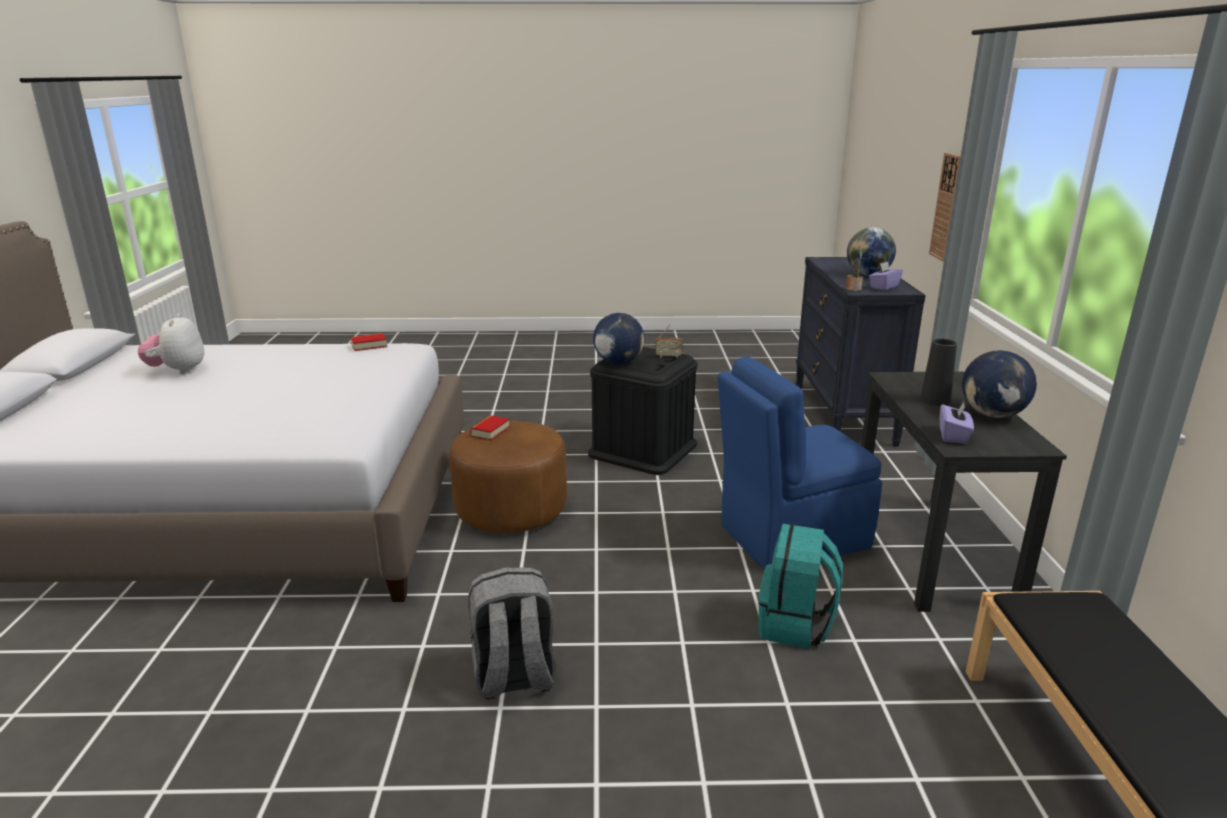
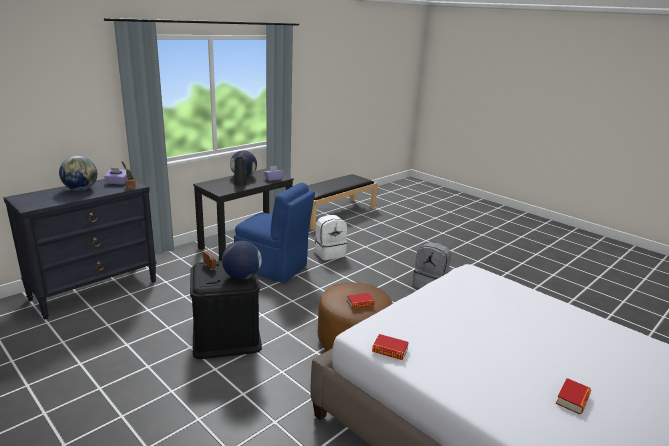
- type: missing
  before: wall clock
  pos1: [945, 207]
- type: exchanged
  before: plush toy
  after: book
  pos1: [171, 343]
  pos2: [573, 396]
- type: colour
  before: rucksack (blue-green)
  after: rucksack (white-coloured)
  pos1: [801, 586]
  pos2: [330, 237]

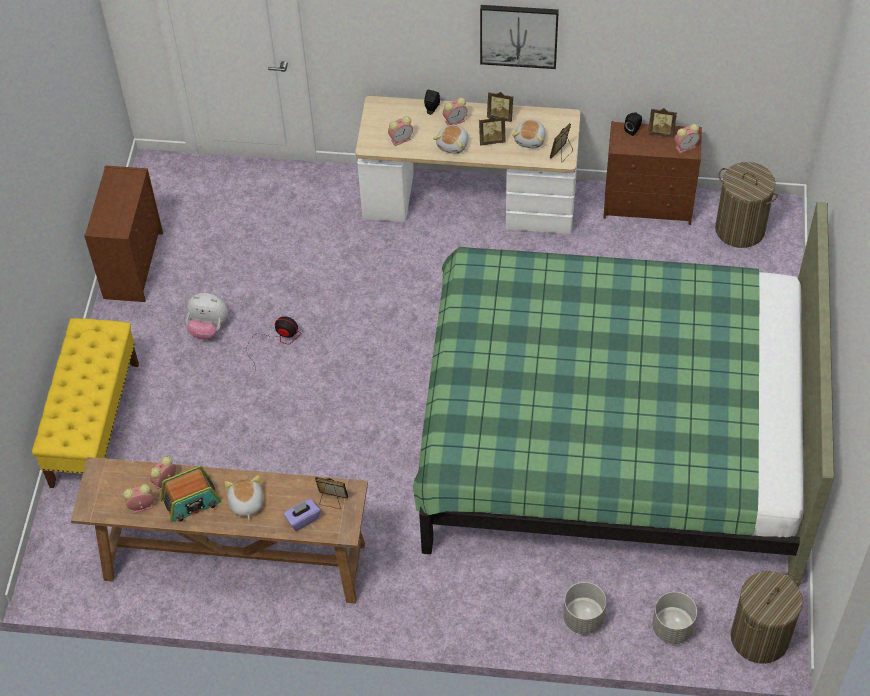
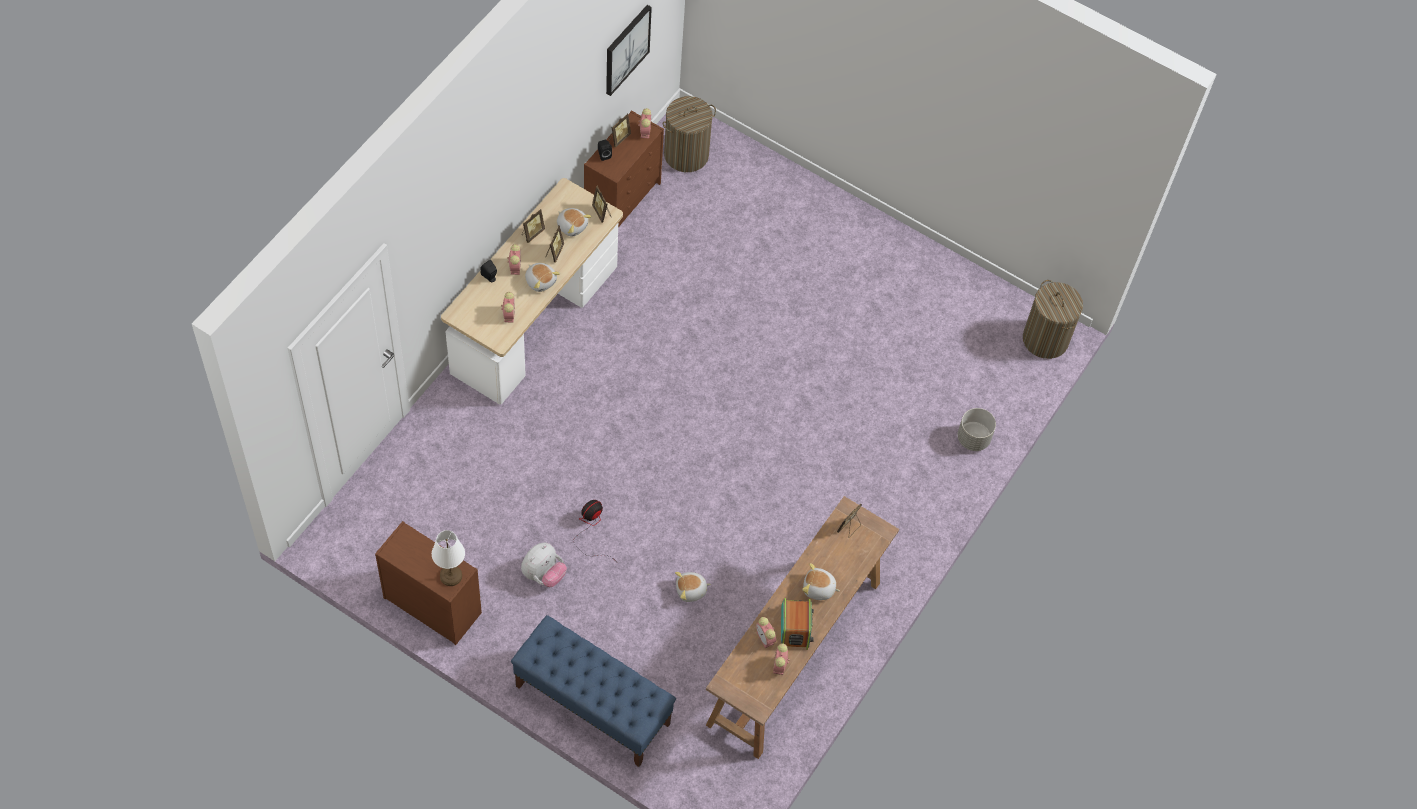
- type: relocated
  before: picture
  pos1: [519, 37]
  pos2: [629, 50]
- type: missing
  before: bed (greenish)
  pos1: [623, 394]
- type: colour
  before: long seat (yellowish)
  after: long seat (blue)
  pos1: [85, 403]
  pos2: [593, 691]
- type: missing
  before: tissue holder (purple)
  pos1: [301, 515]
- type: missing
  before: flower pot (greyish)
  pos1: [674, 618]
- type: appeared
  after: tabletop lamp (white-coloured)
  pos2: [448, 558]
- type: appeared
  after: plush toy
  pos2: [693, 587]

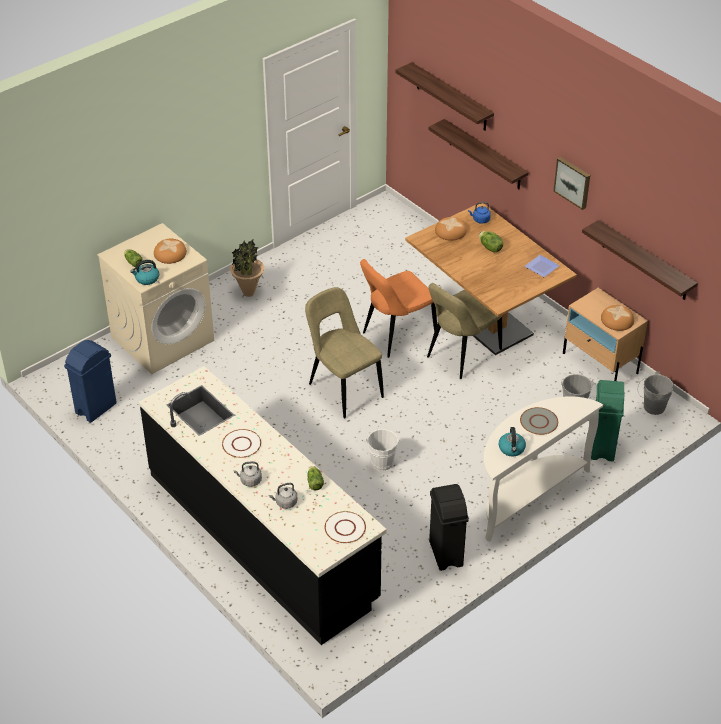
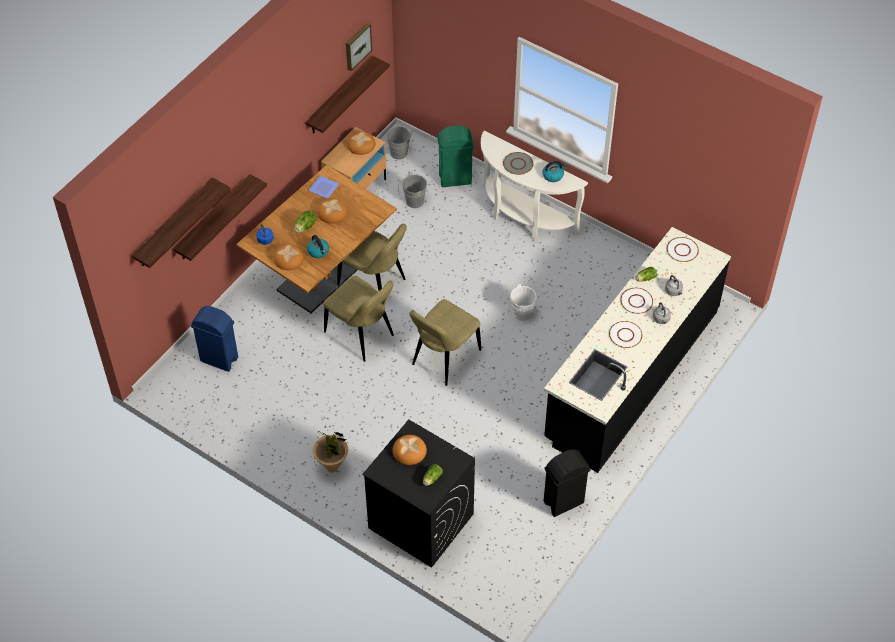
- type: relocated
  before: picture
  pos1: [571, 183]
  pos2: [359, 47]
- type: colour
  before: laundry machine (sand-coloured)
  after: laundry machine (black)
  pos1: [155, 298]
  pos2: [418, 494]
- type: colour
  before: chair (orange)
  after: chair (sand-coloured)
  pos1: [398, 308]
  pos2: [358, 319]
- type: relocated
  before: water kettle
  pos1: [144, 272]
  pos2: [318, 246]
- type: relocated
  before: trash can (blue)
  pos1: [90, 381]
  pos2: [214, 339]
- type: relocated
  before: trash can (black)
  pos1: [449, 527]
  pos2: [567, 483]
- type: appeared
  after: baked bread
  pos2: [332, 211]
- type: appeared
  after: dinner plate (white-coloured)
  pos2: [636, 301]

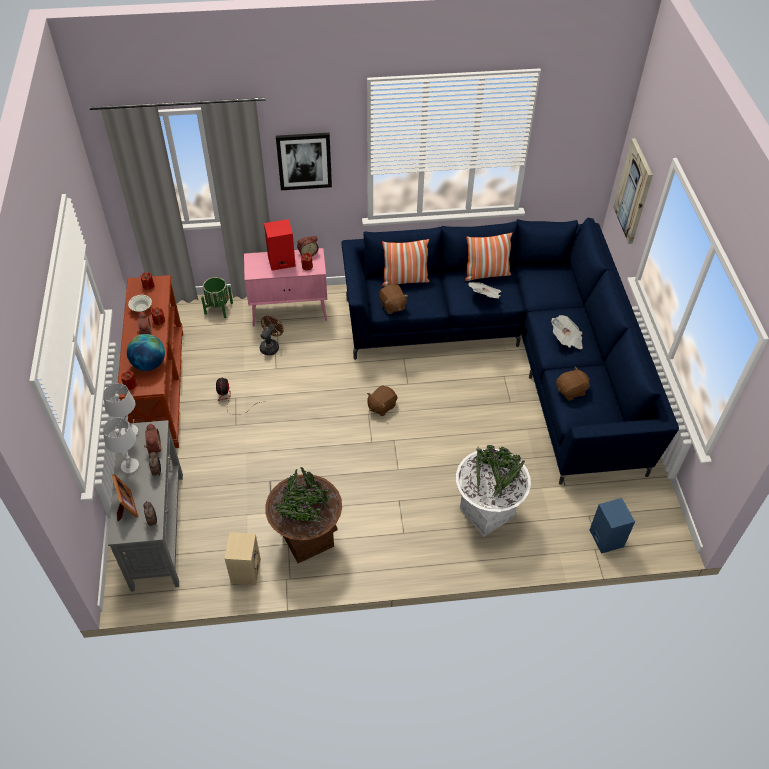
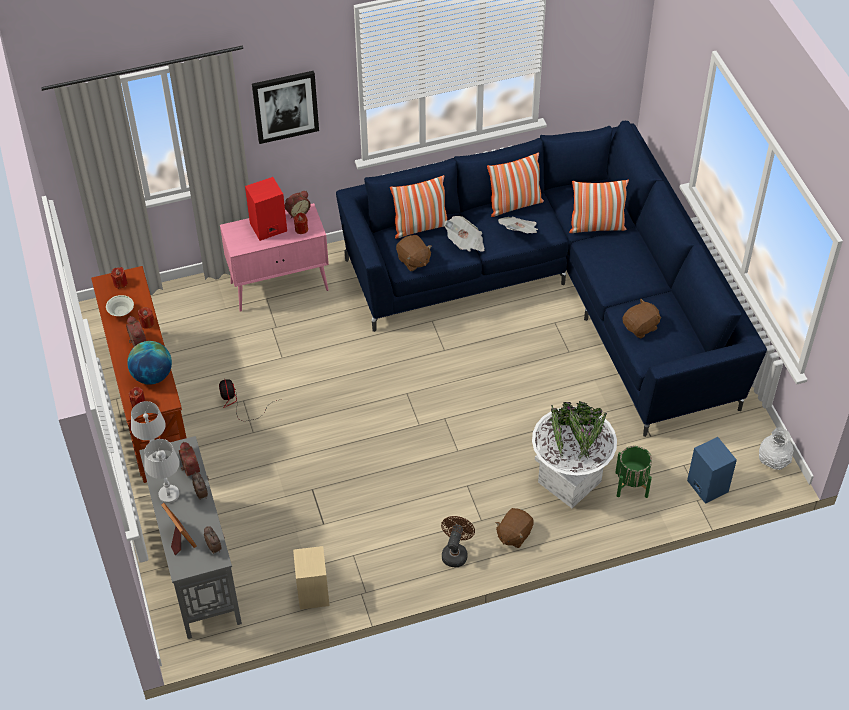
- type: missing
  before: picture
  pos1: [633, 191]
- type: relocated
  before: flower pot (greenish)
  pos1: [217, 297]
  pos2: [633, 472]
- type: relocated
  before: daily paper
  pos1: [567, 332]
  pos2: [464, 234]
- type: relocated
  before: fan (brown-coloured)
  pos1: [272, 335]
  pos2: [458, 542]
- type: relocated
  before: plush toy (brown-coloured)
  pos1: [382, 400]
  pos2: [514, 528]
- type: missing
  before: flower pot (brown-coloured)
  pos1: [303, 515]
- type: appeared
  after: pillow
  pos2: [599, 206]
- type: appeared
  after: flower vase (white-coloured)
  pos2: [776, 448]

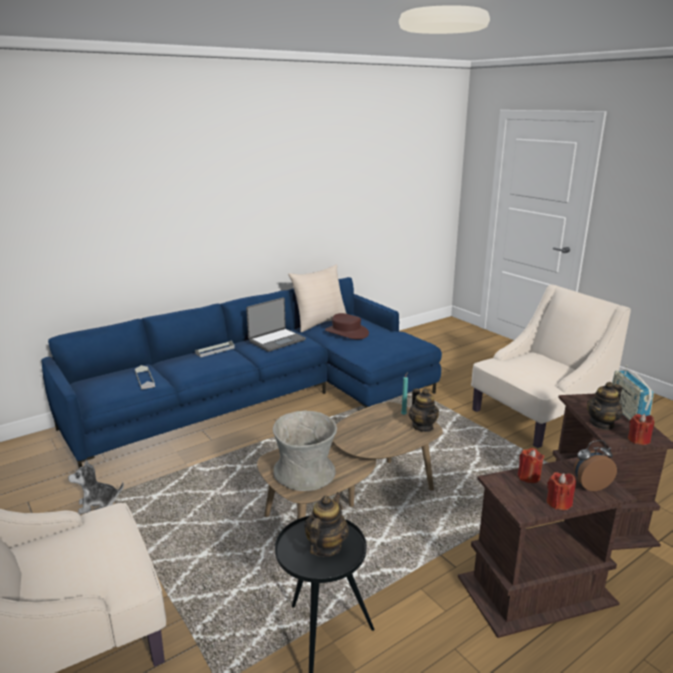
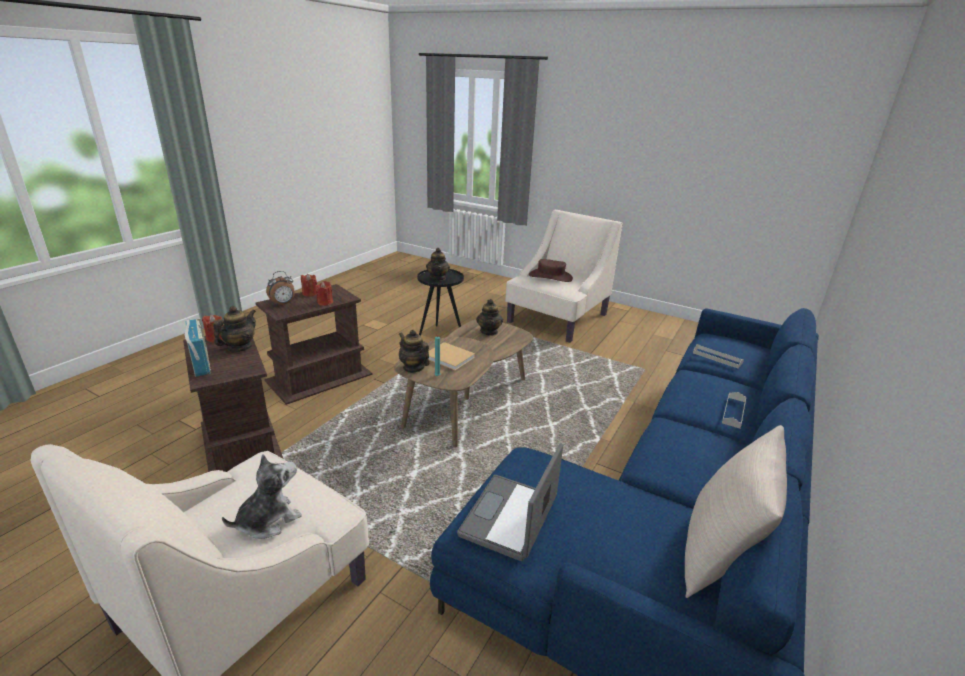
- type: relocated
  before: portable computer
  pos1: [276, 325]
  pos2: [510, 502]
- type: relocated
  before: wearable hat (brown-coloured)
  pos1: [347, 326]
  pos2: [551, 270]
- type: exchanged
  before: flower vase (greyish)
  after: tea pot
  pos1: [305, 450]
  pos2: [489, 317]
- type: relocated
  before: plush toy
  pos1: [96, 486]
  pos2: [262, 496]
- type: appeared
  after: book (sand-coloured)
  pos2: [451, 356]

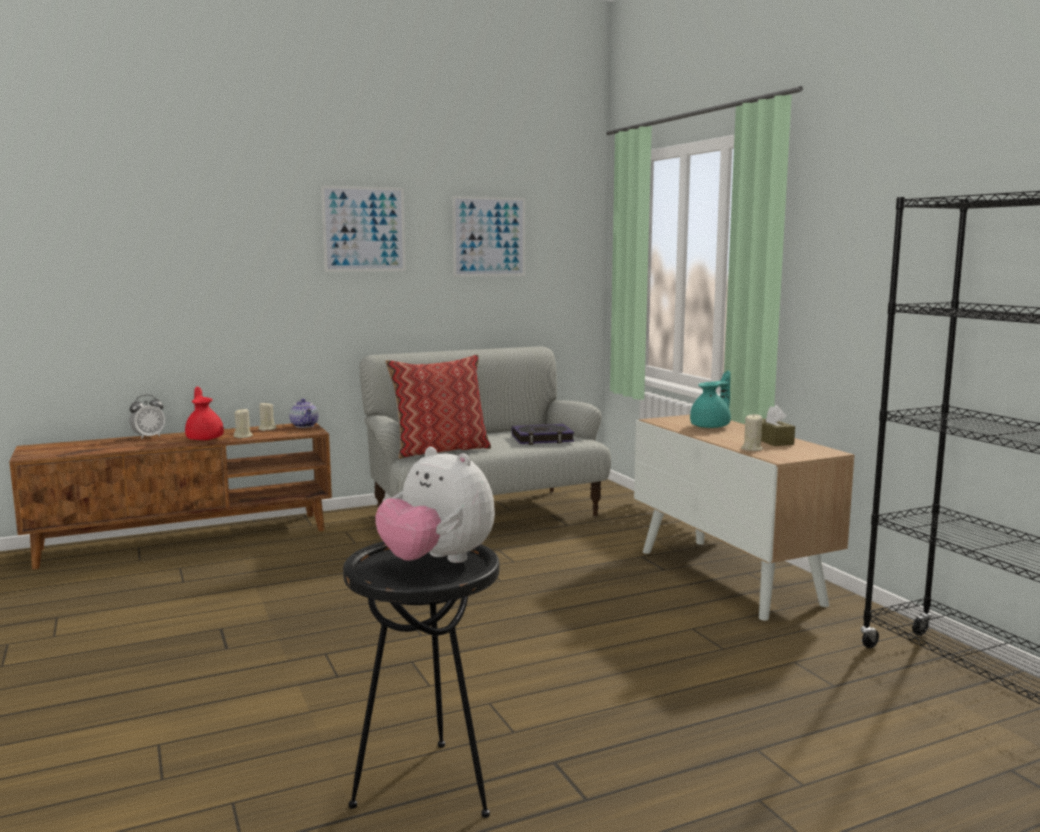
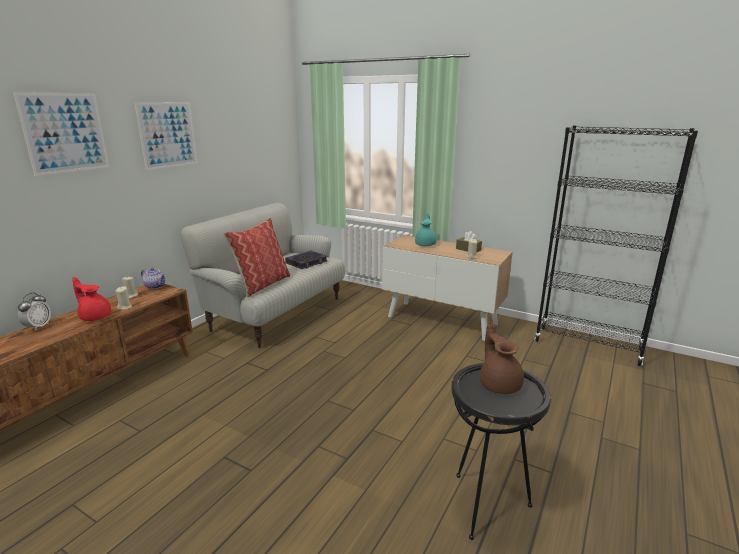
- type: relocated
  before: picture
  pos1: [488, 236]
  pos2: [61, 134]
- type: exchanged
  before: plush toy
  after: tea pot (brown-coloured)
  pos1: [435, 505]
  pos2: [502, 357]

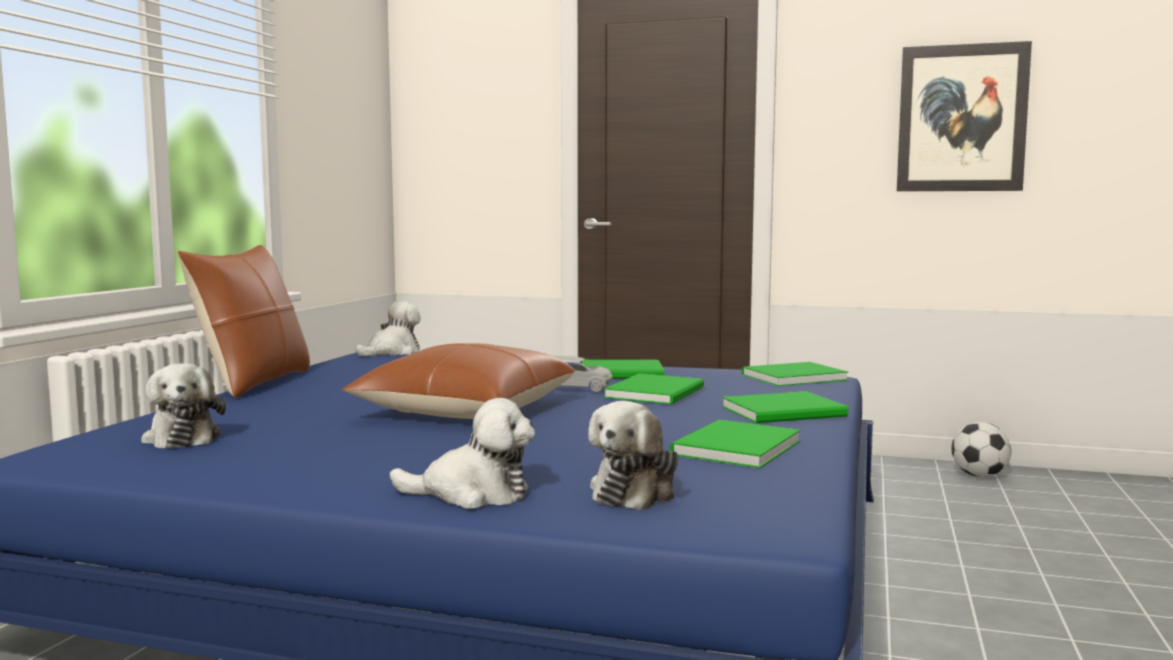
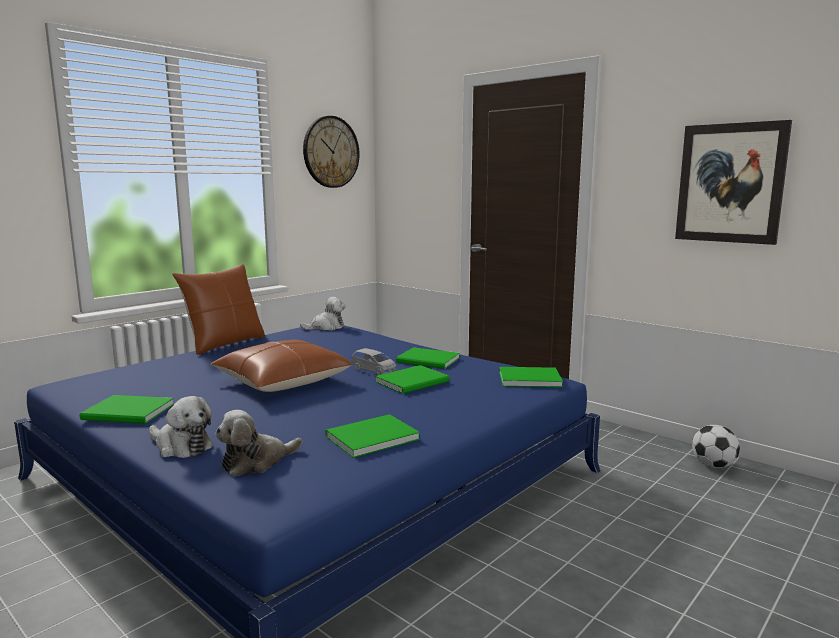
- type: missing
  before: plush toy
  pos1: [183, 406]
- type: relocated
  before: book (greenish)
  pos1: [785, 407]
  pos2: [127, 409]
- type: appeared
  after: wall clock
  pos2: [331, 152]

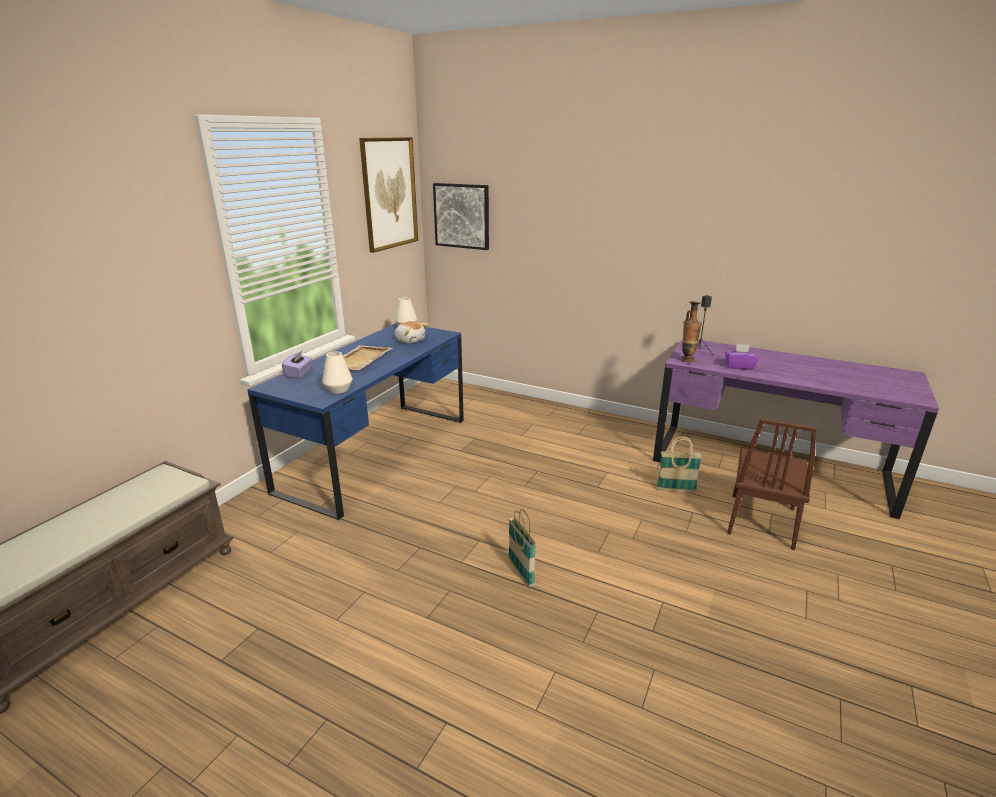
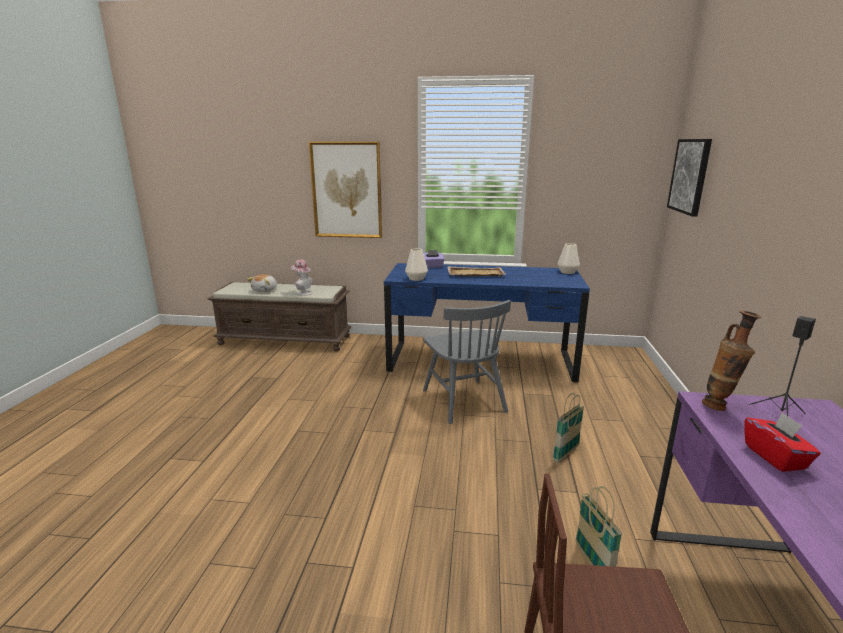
- type: relocated
  before: picture
  pos1: [388, 195]
  pos2: [345, 190]
- type: relocated
  before: plush toy
  pos1: [411, 332]
  pos2: [262, 283]
- type: colour
  before: tissue holder (purple)
  after: tissue holder (red)
  pos1: [742, 357]
  pos2: [783, 442]
- type: relocated
  before: storage basket
  pos1: [522, 548]
  pos2: [568, 428]
- type: appeared
  after: wearable hat
  pos2: [302, 278]
- type: appeared
  after: chair (greyish)
  pos2: [467, 362]

